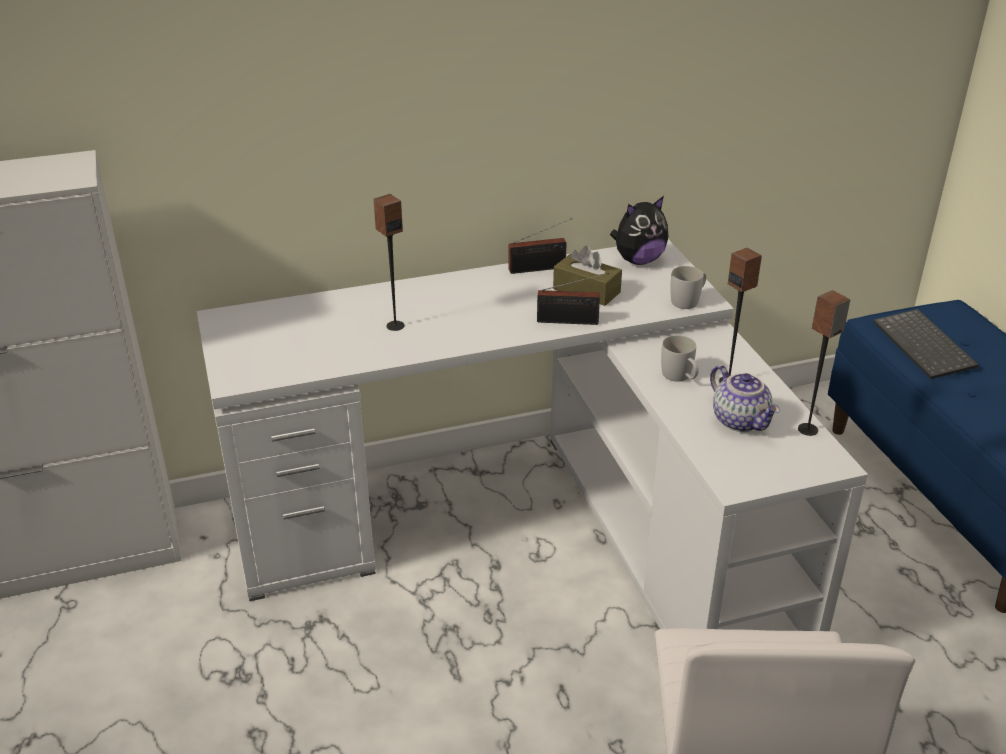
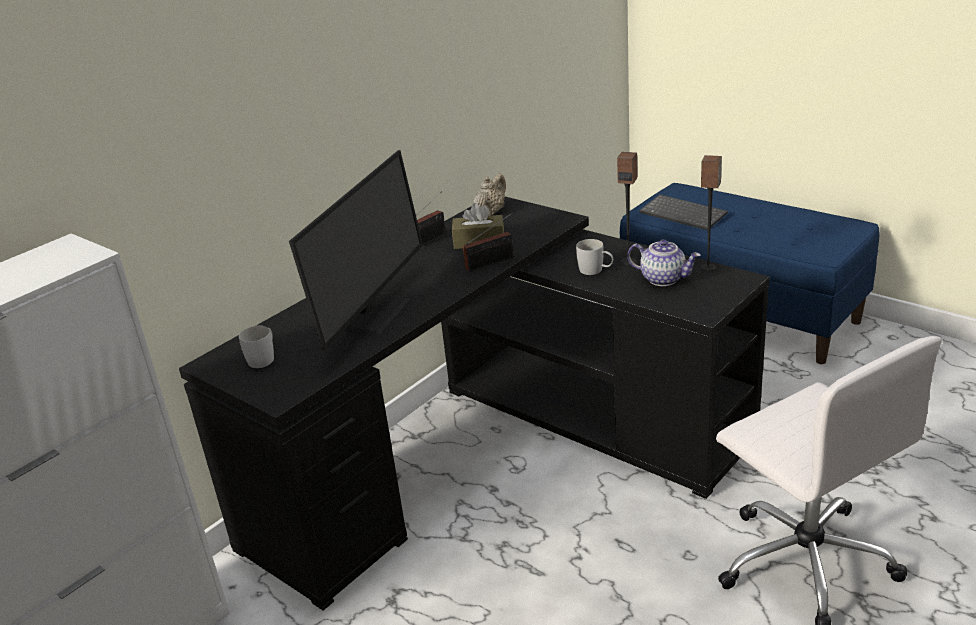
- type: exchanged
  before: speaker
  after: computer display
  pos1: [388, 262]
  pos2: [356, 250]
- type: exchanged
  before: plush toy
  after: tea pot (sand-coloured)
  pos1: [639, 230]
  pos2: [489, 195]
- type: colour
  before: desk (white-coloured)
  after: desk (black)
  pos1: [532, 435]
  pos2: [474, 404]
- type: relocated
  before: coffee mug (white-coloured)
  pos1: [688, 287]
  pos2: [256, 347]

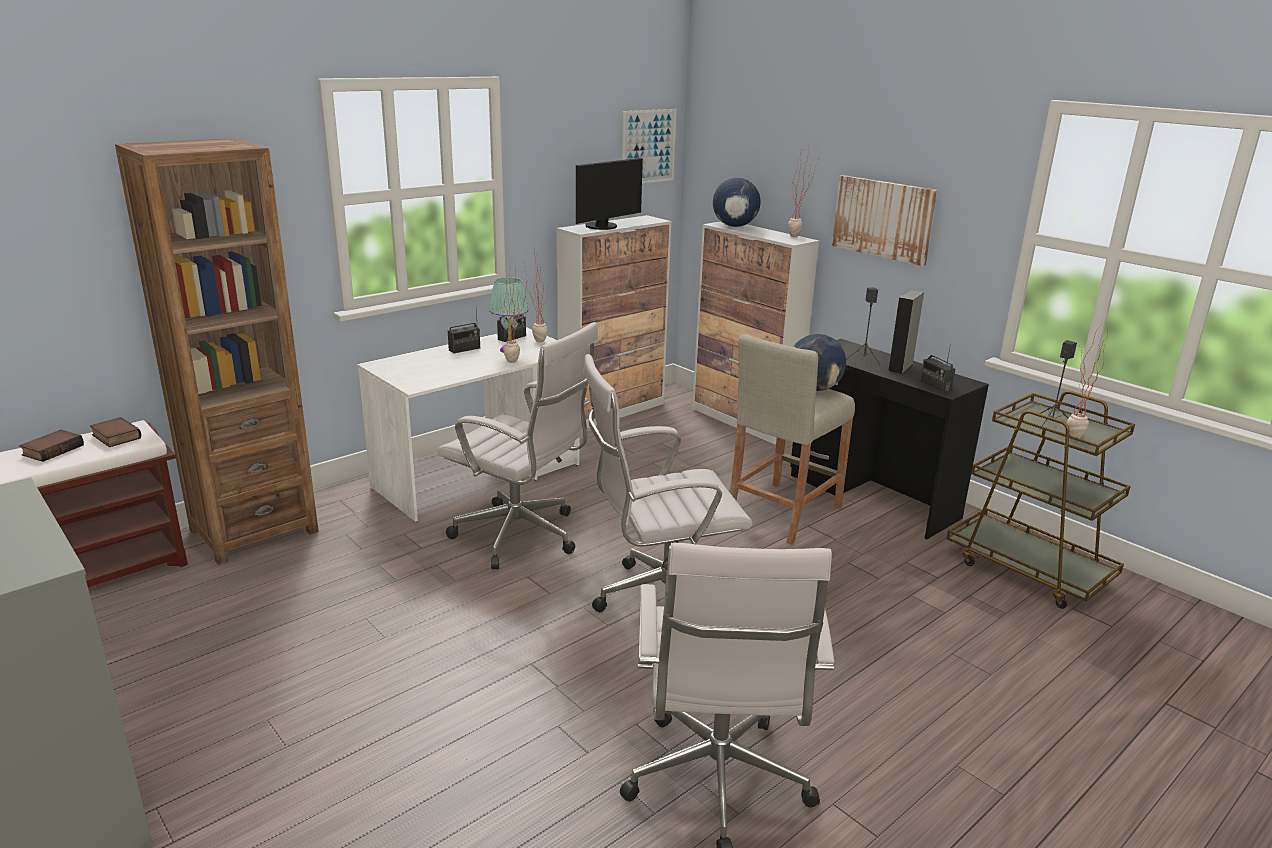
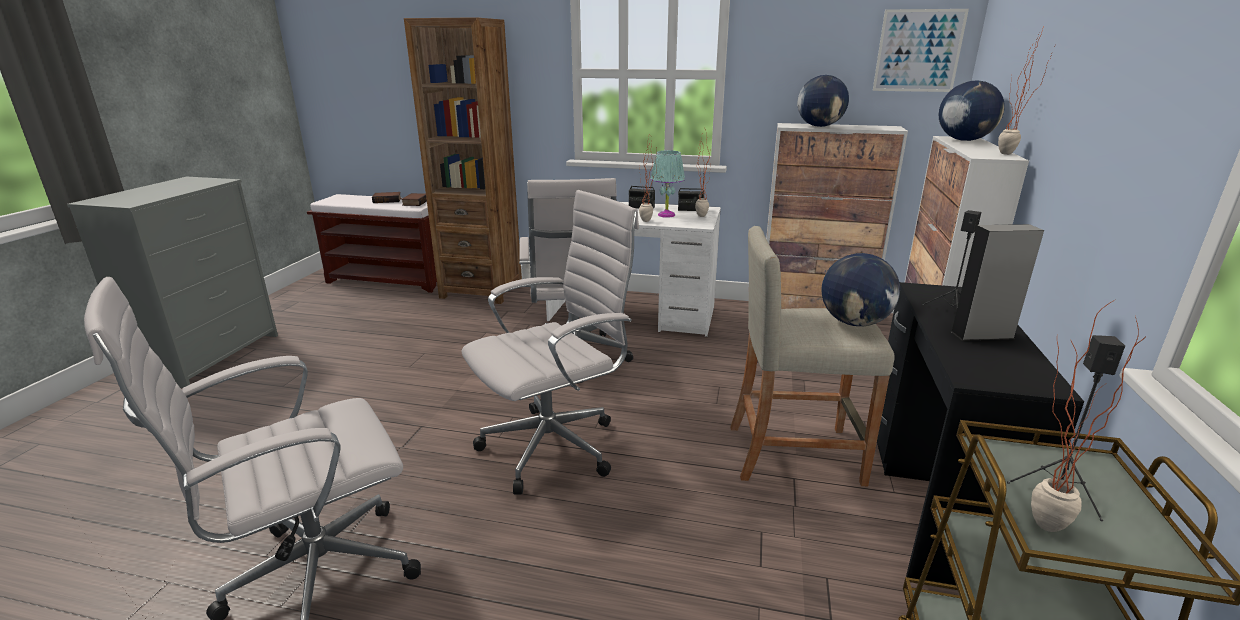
- type: exchanged
  before: computer display
  after: desk globe
  pos1: [609, 194]
  pos2: [823, 101]
- type: missing
  before: picture
  pos1: [885, 220]
- type: missing
  before: radio receiver
  pos1: [937, 368]
- type: spun
  before: computer chair (white-coloured)
  pos1: [668, 483]
  pos2: [550, 342]
  turn: 105

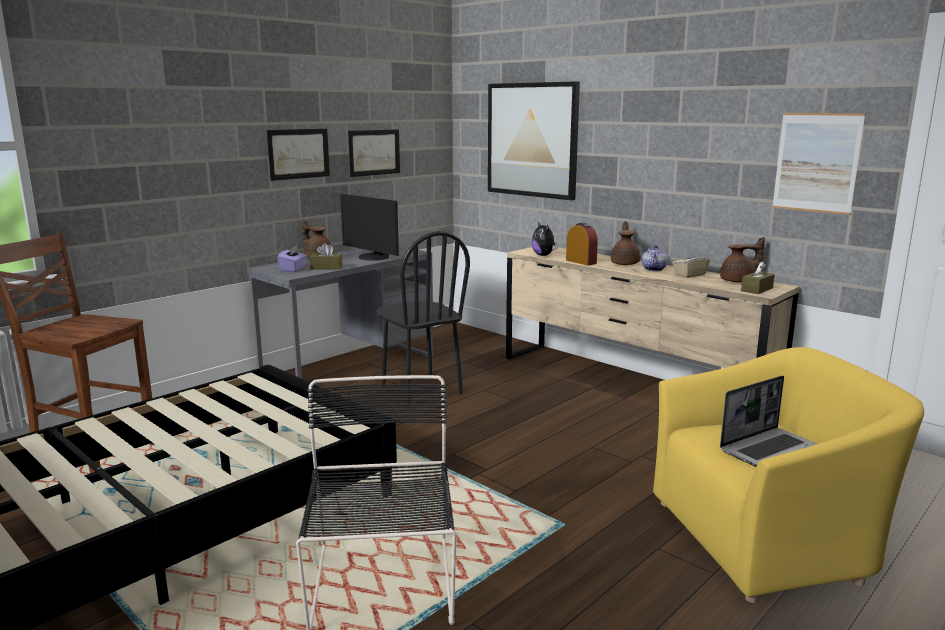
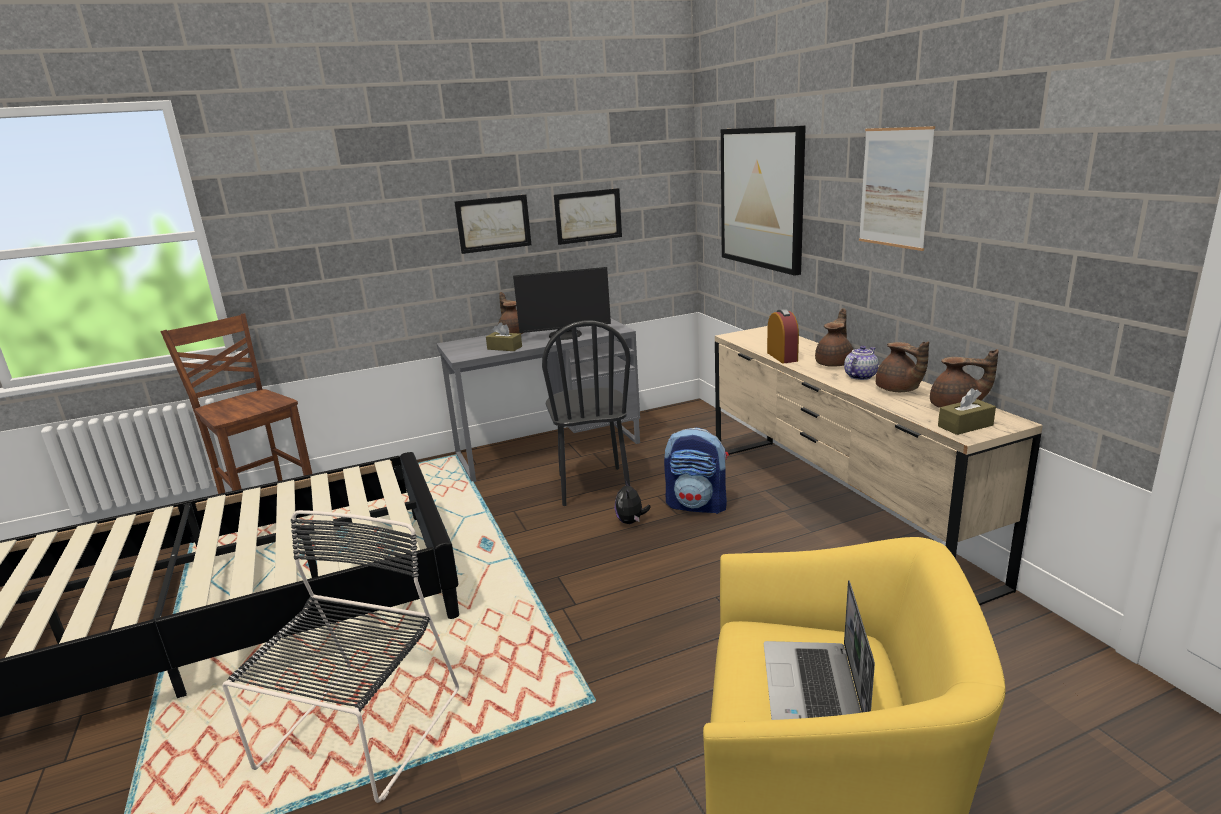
- type: relocated
  before: picture
  pos1: [818, 164]
  pos2: [897, 188]
- type: spun
  before: computer display
  pos1: [369, 227]
  pos2: [562, 303]
  turn: -75
- type: relocated
  before: plush toy
  pos1: [545, 239]
  pos2: [632, 501]
- type: missing
  before: tissue holder (purple)
  pos1: [292, 258]
- type: exchanged
  before: tissue holder (sand-coloured)
  after: tea pot (brown-coloured)
  pos1: [691, 263]
  pos2: [902, 366]
- type: spun
  before: portable computer
  pos1: [768, 421]
  pos2: [819, 650]
  turn: 105
- type: appeared
  after: rucksack
  pos2: [696, 471]

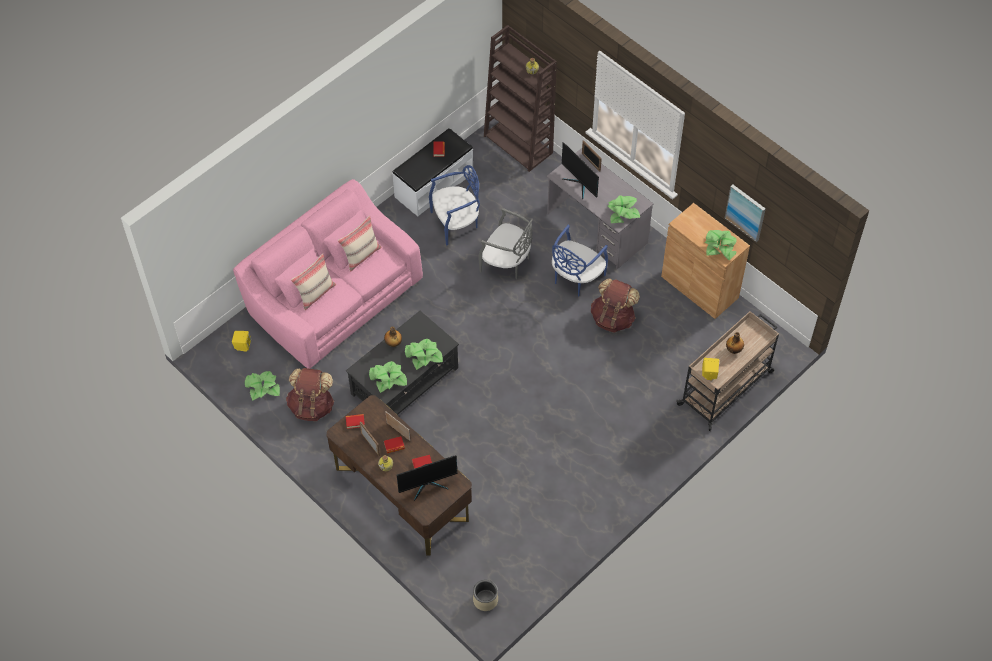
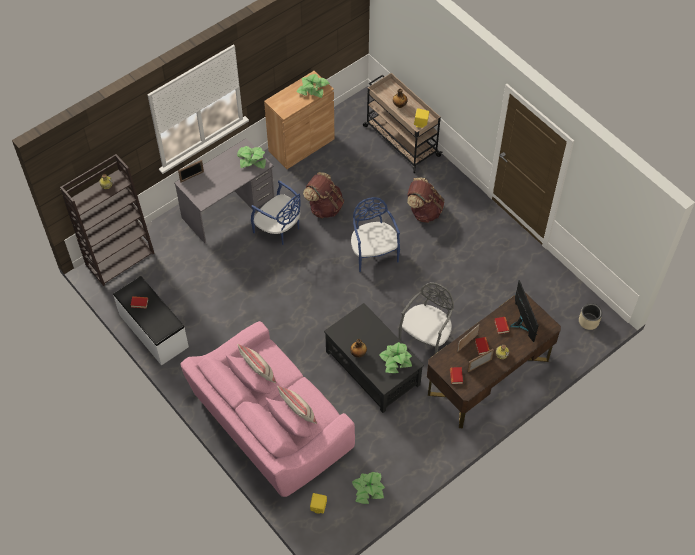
- type: missing
  before: computer display
  pos1: [580, 170]
- type: relocated
  before: chair (blue)
  pos1: [454, 205]
  pos2: [375, 234]
- type: missing
  before: picture
  pos1: [745, 213]
- type: relocated
  before: chair (greyish)
  pos1: [505, 243]
  pos2: [426, 318]
- type: missing
  before: plant in a pot
  pos1: [424, 354]
- type: relocated
  before: rucksack (brown-coloured)
  pos1: [310, 394]
  pos2: [425, 200]

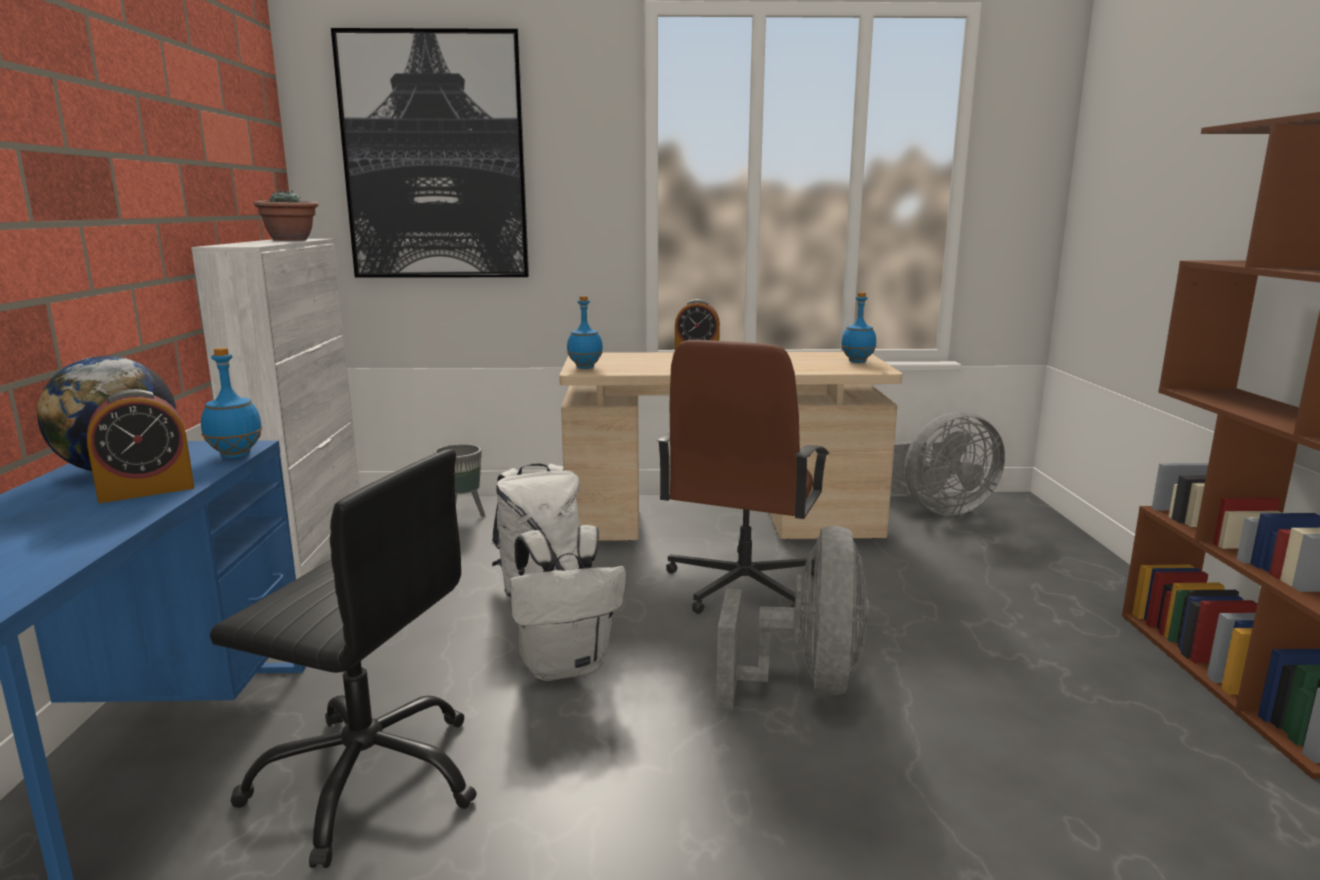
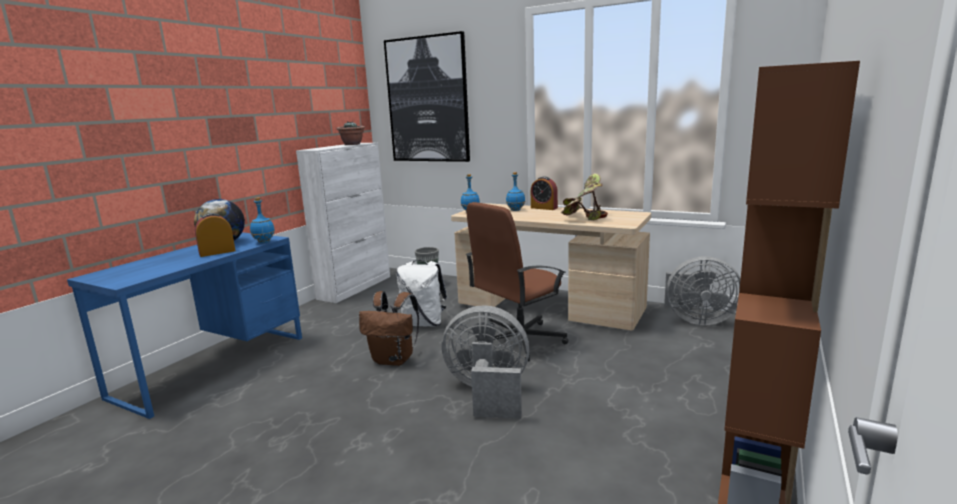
- type: relocated
  before: drink bottle (blue)
  pos1: [858, 327]
  pos2: [515, 191]
- type: spun
  before: alarm clock
  pos1: [141, 446]
  pos2: [215, 235]
  turn: 150
- type: missing
  before: computer chair (black)
  pos1: [343, 658]
- type: colour
  before: rucksack (white-coloured)
  after: rucksack (brown-coloured)
  pos1: [568, 603]
  pos2: [389, 328]
- type: spun
  before: fan (greyish)
  pos1: [792, 618]
  pos2: [486, 362]
  turn: -120
- type: appeared
  after: plant in a pot
  pos2: [584, 196]

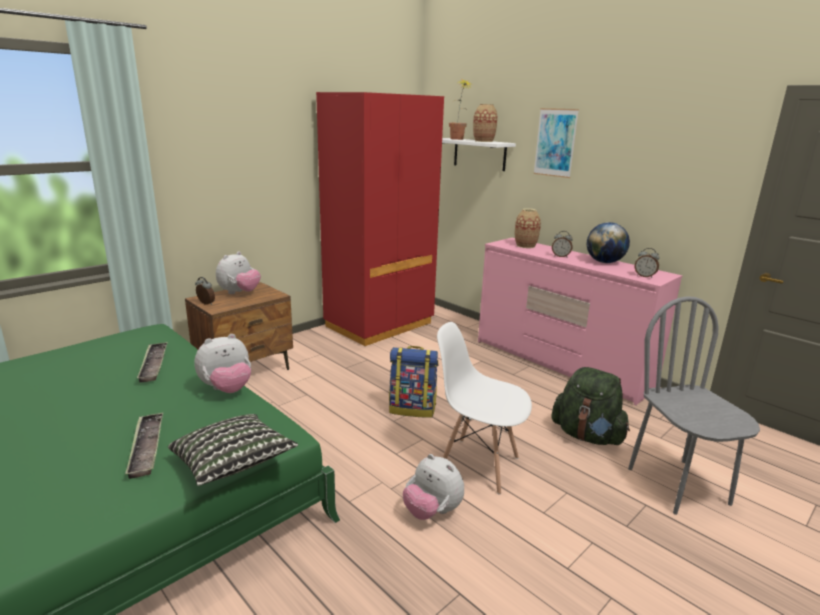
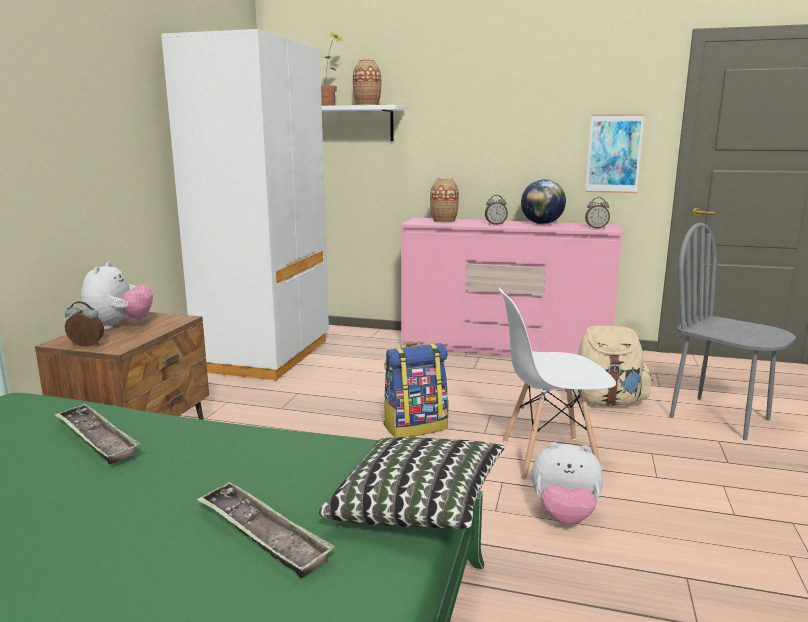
- type: colour
  before: clothes cupboard (red)
  after: clothes cupboard (white-coloured)
  pos1: [380, 219]
  pos2: [245, 205]
- type: relocated
  before: picture
  pos1: [556, 143]
  pos2: [615, 153]
- type: missing
  before: plush toy
  pos1: [222, 363]
- type: colour
  before: rucksack (greenish)
  after: rucksack (sand-coloured)
  pos1: [590, 406]
  pos2: [609, 366]

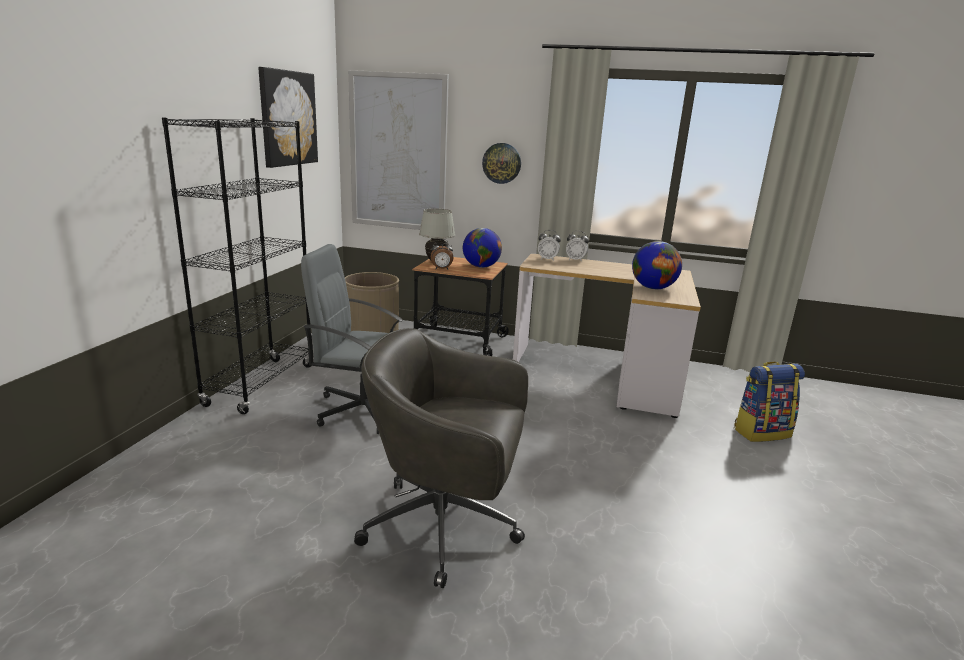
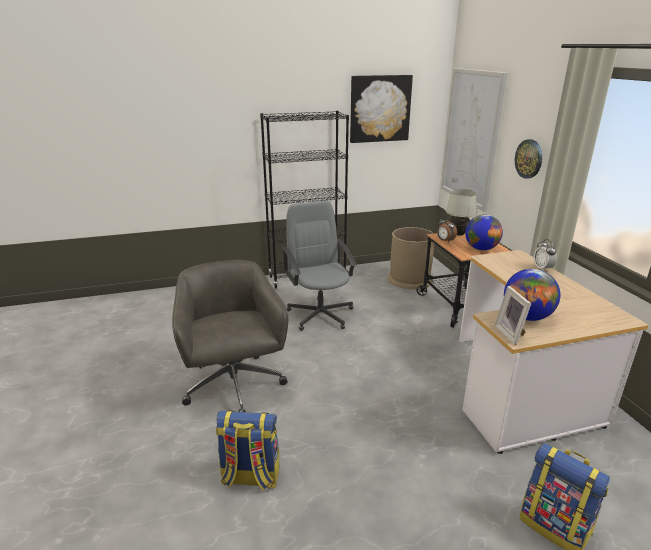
- type: missing
  before: alarm clock
  pos1: [549, 245]
- type: appeared
  after: photo frame
  pos2: [513, 315]
- type: appeared
  after: rucksack
  pos2: [247, 450]

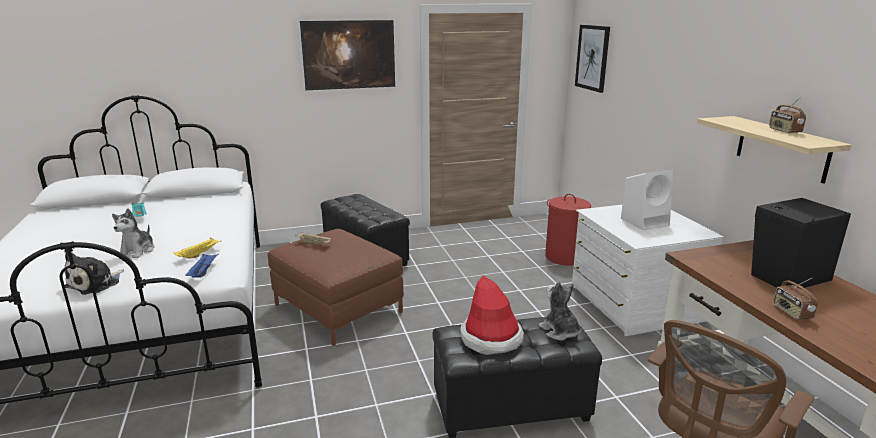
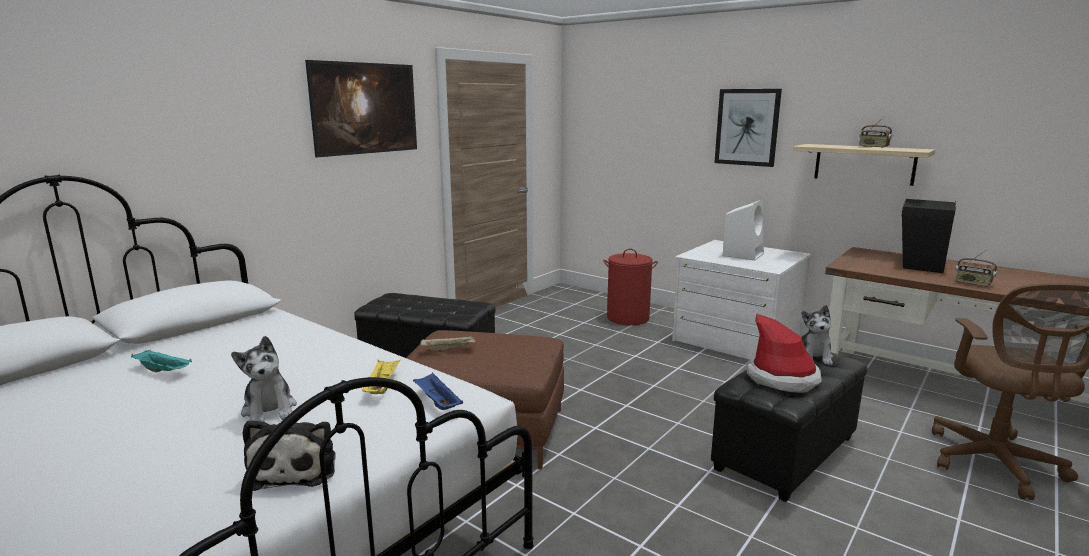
- type: relocated
  before: picture
  pos1: [592, 59]
  pos2: [748, 128]
- type: spun
  before: plush toy
  pos1: [560, 311]
  pos2: [817, 335]
  turn: -105

